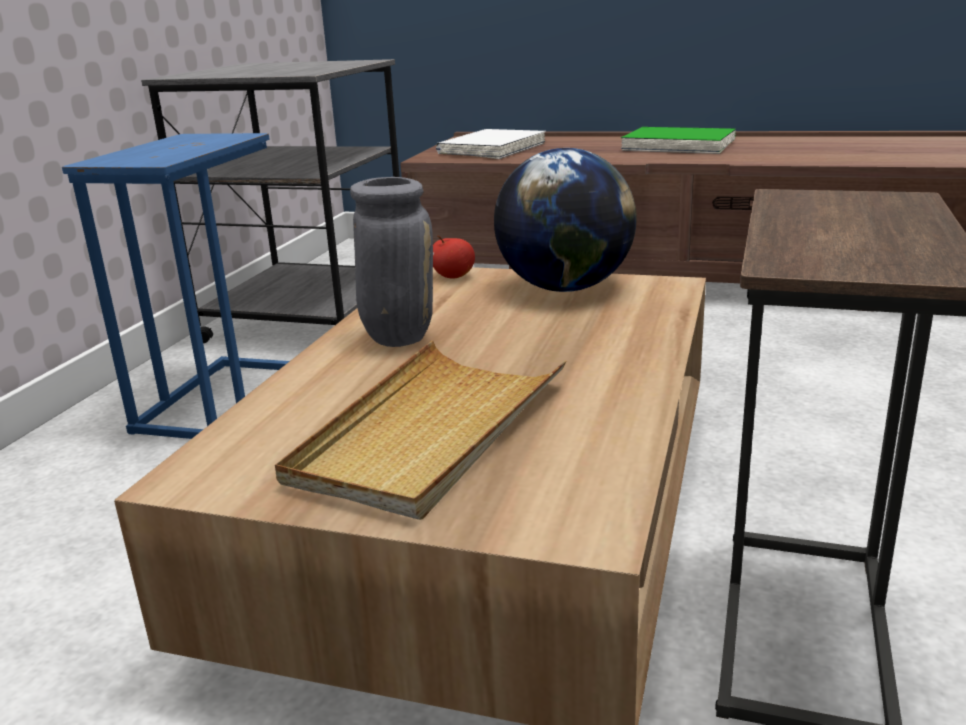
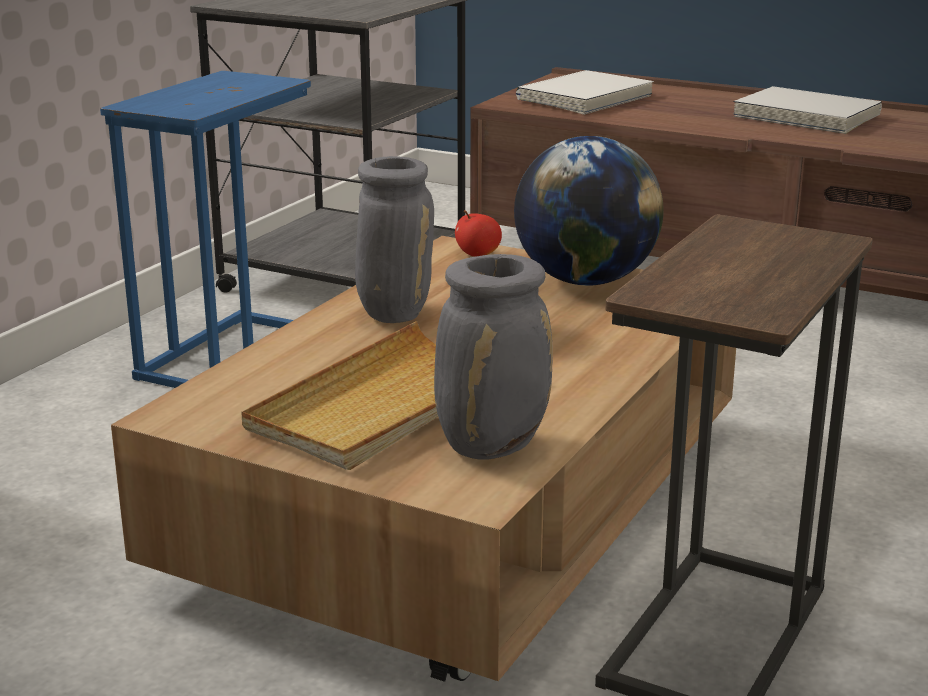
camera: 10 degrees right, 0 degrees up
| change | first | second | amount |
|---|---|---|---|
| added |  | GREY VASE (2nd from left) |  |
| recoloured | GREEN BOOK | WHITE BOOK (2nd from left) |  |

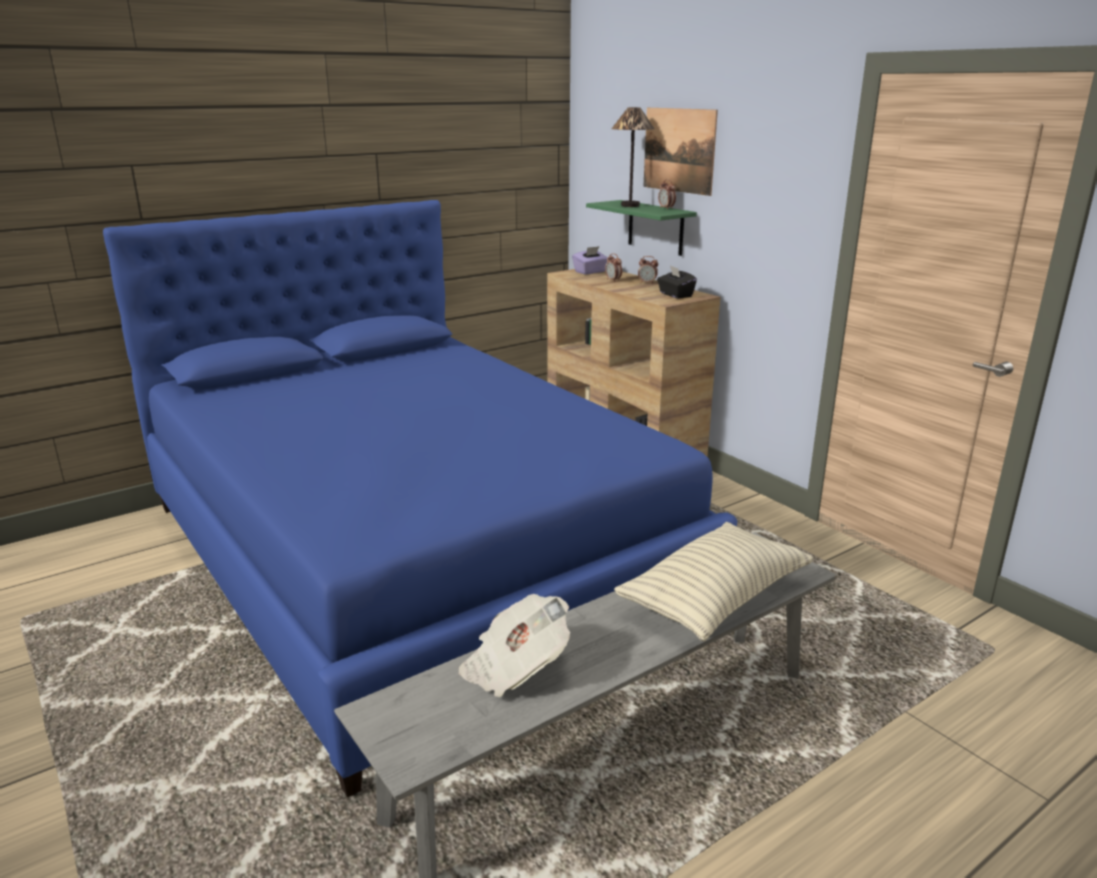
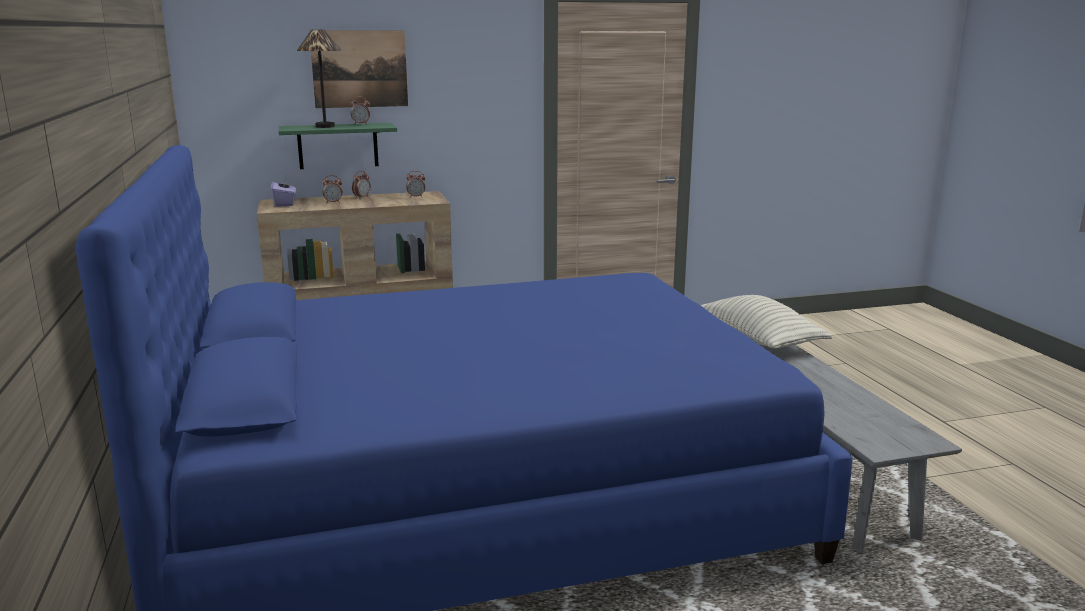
camera: 70 degrees left, 5 degrees down
| change | first | second | amount |
|---|---|---|---|
| removed | NEWSPAPER |  |  |
| replaced | BLACK TISSUE BOX | ALARM CLOCK (4th from left) |  |

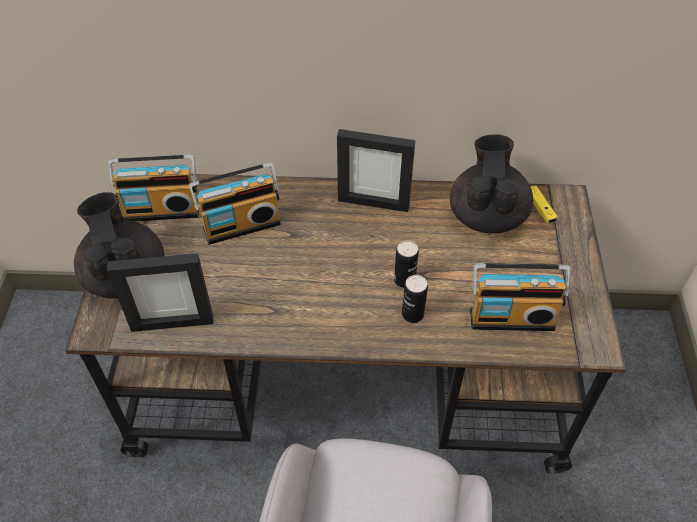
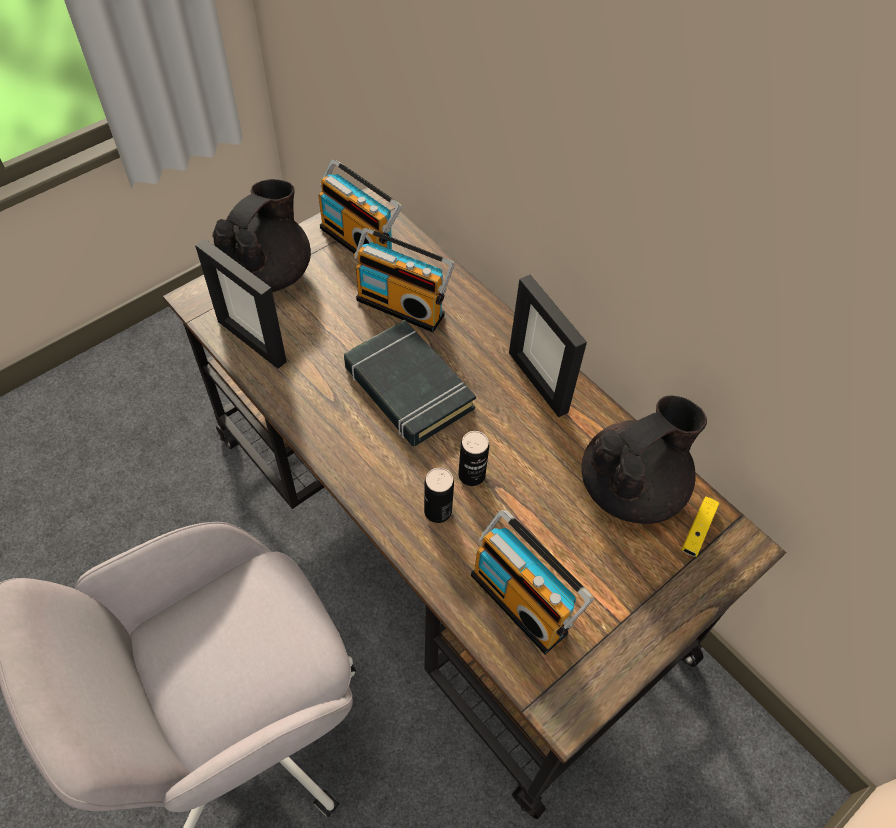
camera: 45 degrees right, 5 degrees up
| change | first | second | amount |
|---|---|---|---|
| added |  | BLACK BOOK |  |

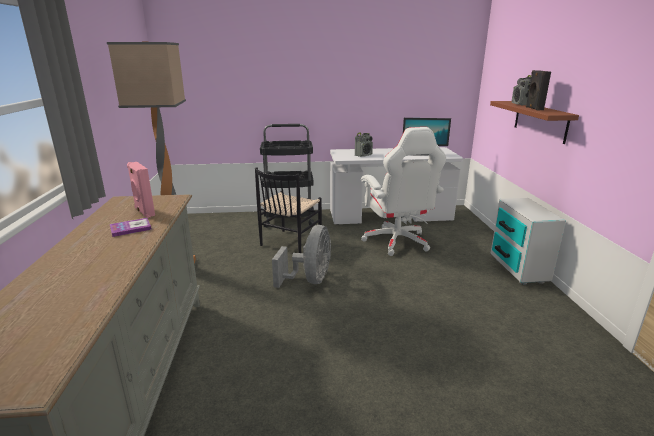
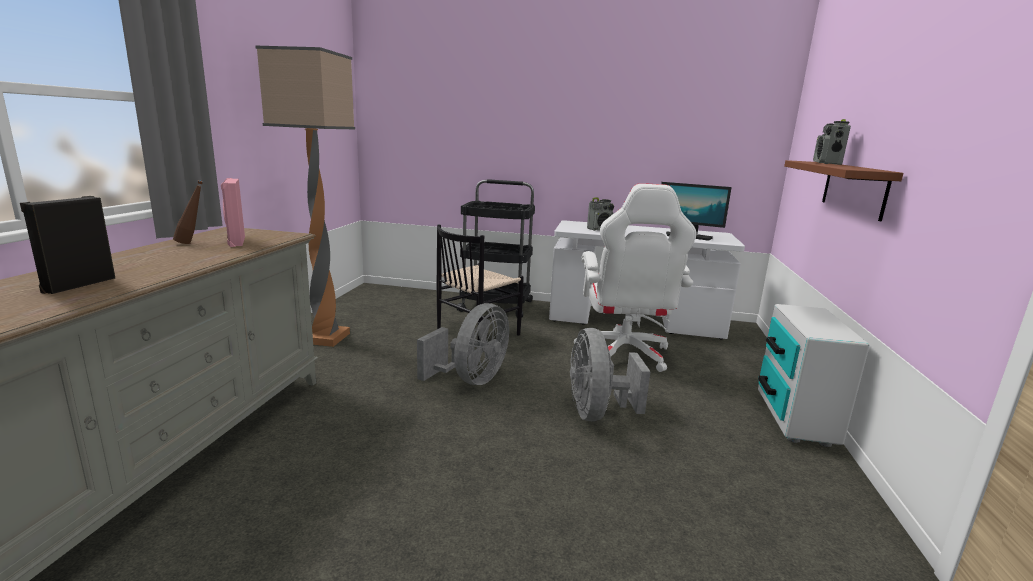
camera: 15 degrees right, 5 degrees down
| change | first | second | amount |
|---|---|---|---|
| removed | BOOK |  |  |
| added |  | BROWN BOTTLE |  |
| added |  | GREY FAN (2nd from left) |  |
| moved | BLACK SPEAKER |  |  |

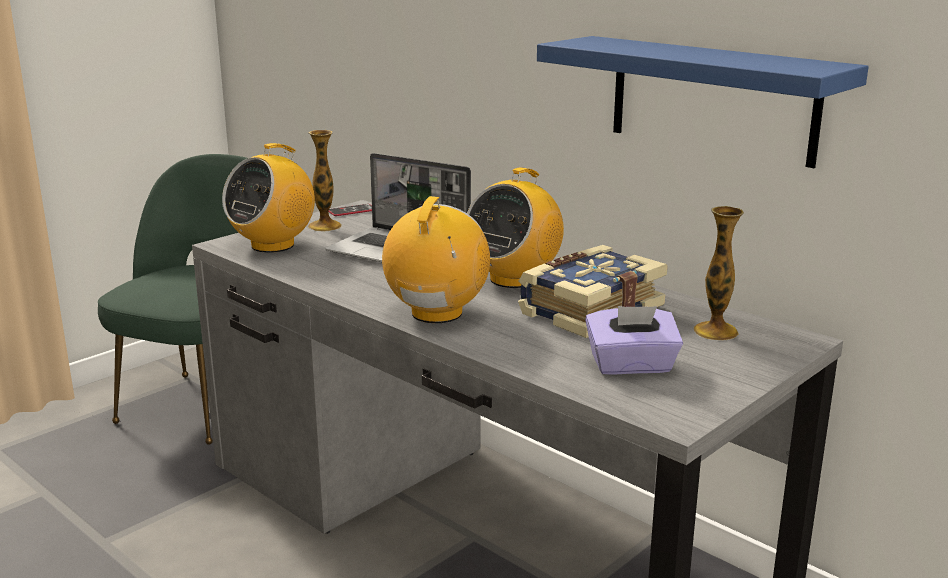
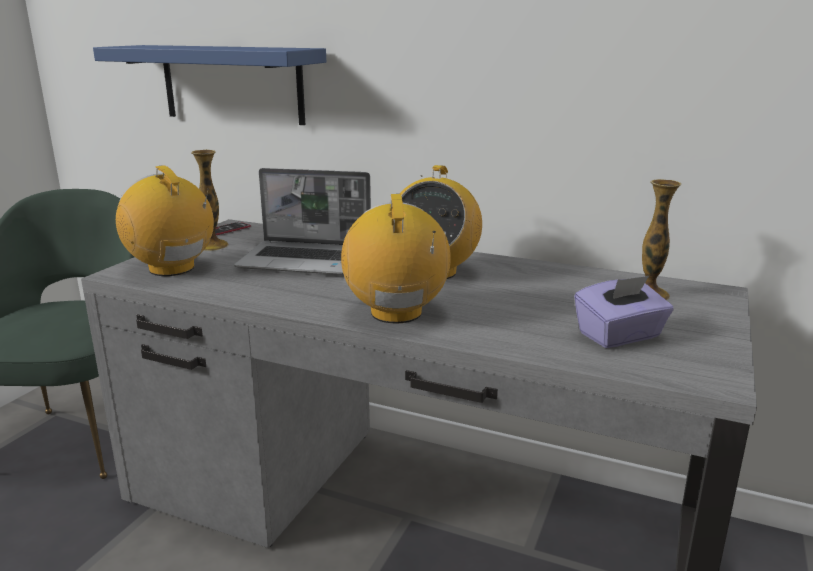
camera: 20 degrees left, 0 degrees up
| change | first | second | amount |
|---|---|---|---|
| removed | BOOK |  |  |
| moved | BLUE SHELF |  |  |
| turned | RADIO (1st from left) |  | 120 degrees clockwise |

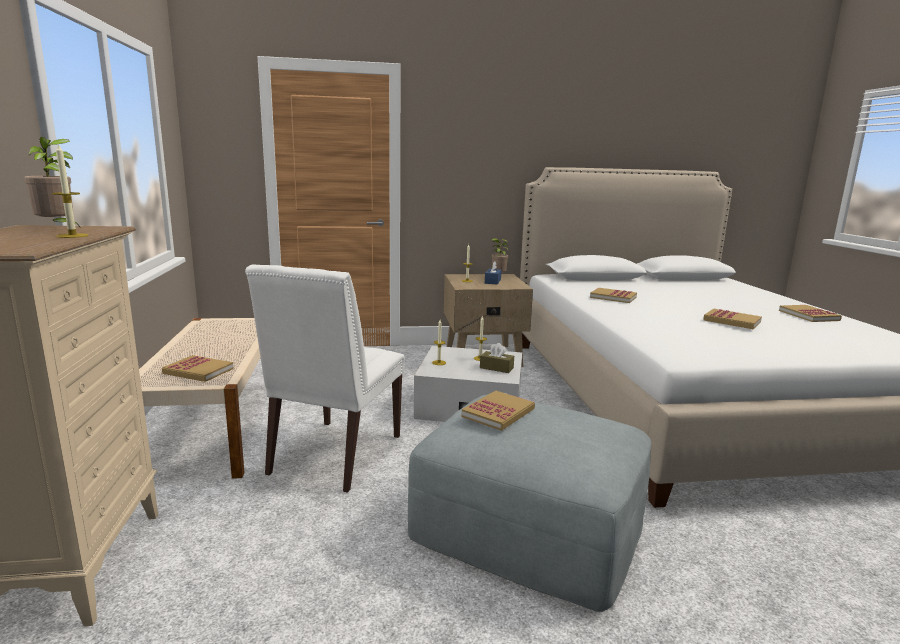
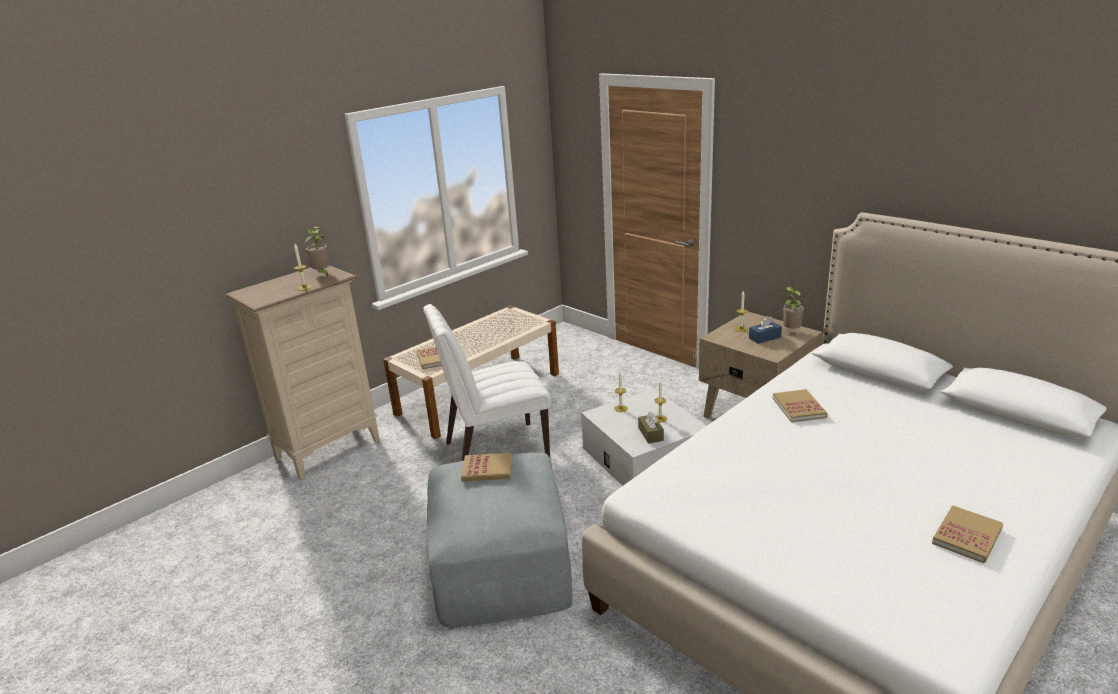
camera: 55 degrees right, 10 degrees up
| change | first | second | amount |
|---|---|---|---|
| removed | BOOK (4th from left) |  |  |

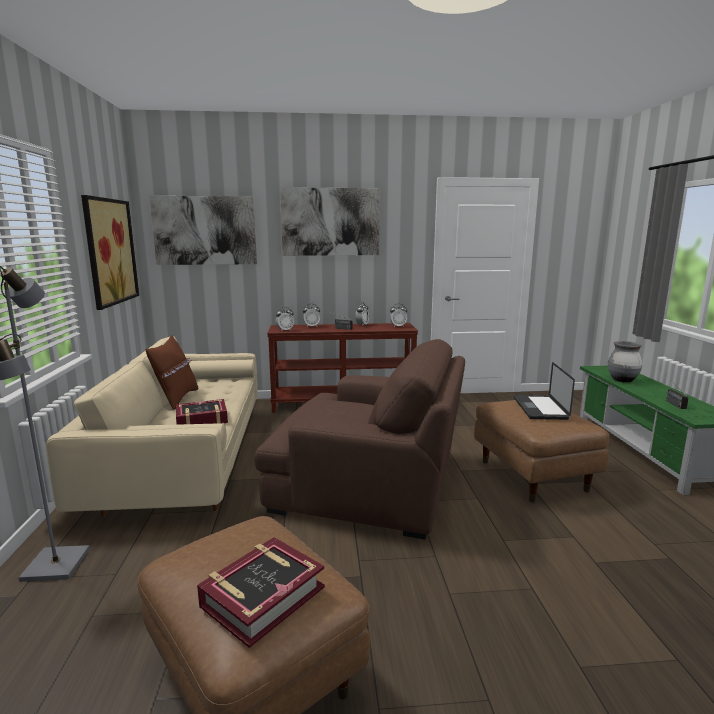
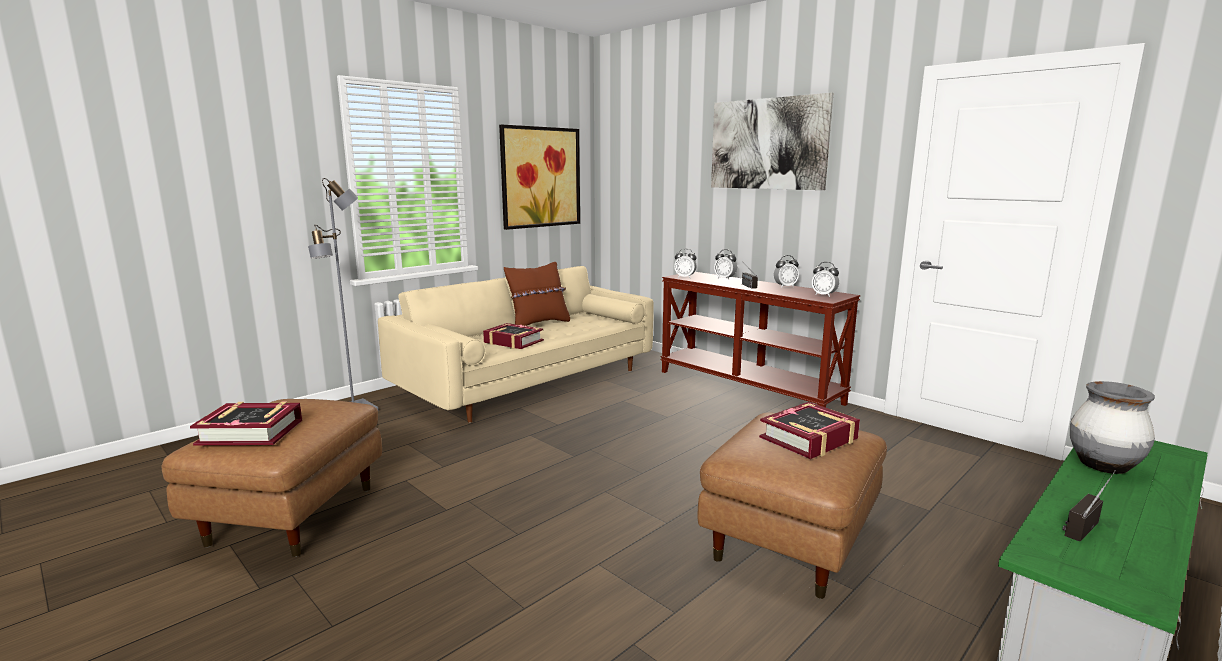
camera: 50 degrees right, 0 degrees up
| change | first | second | amount |
|---|---|---|---|
| removed | PICTURE (2nd from left) |  |  |
| removed | BROWN ARMCHAIR |  |  |
| replaced | LAPTOP | BOOK (3rd from left) |  |

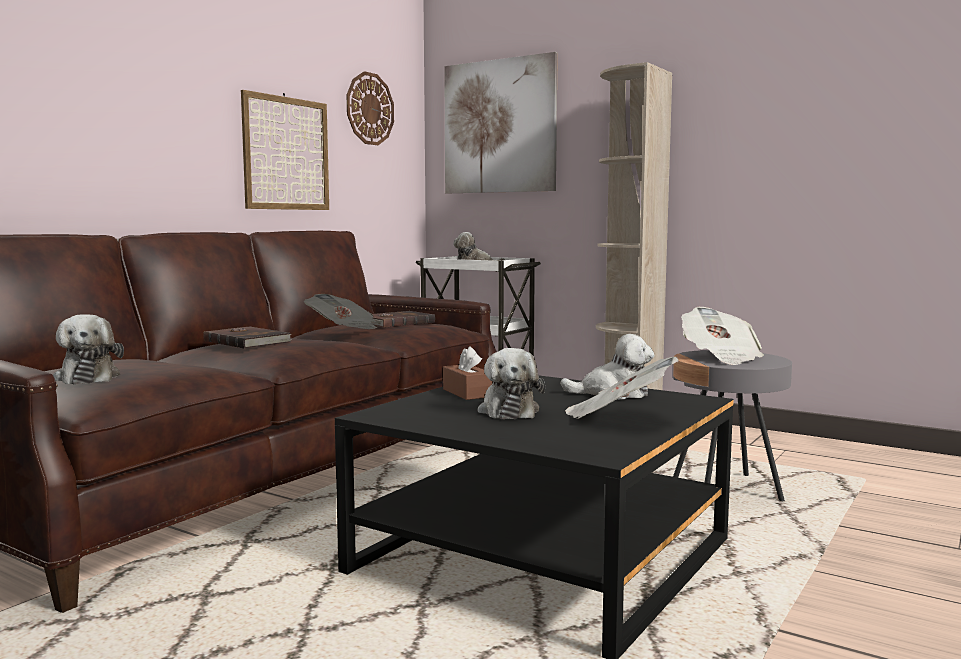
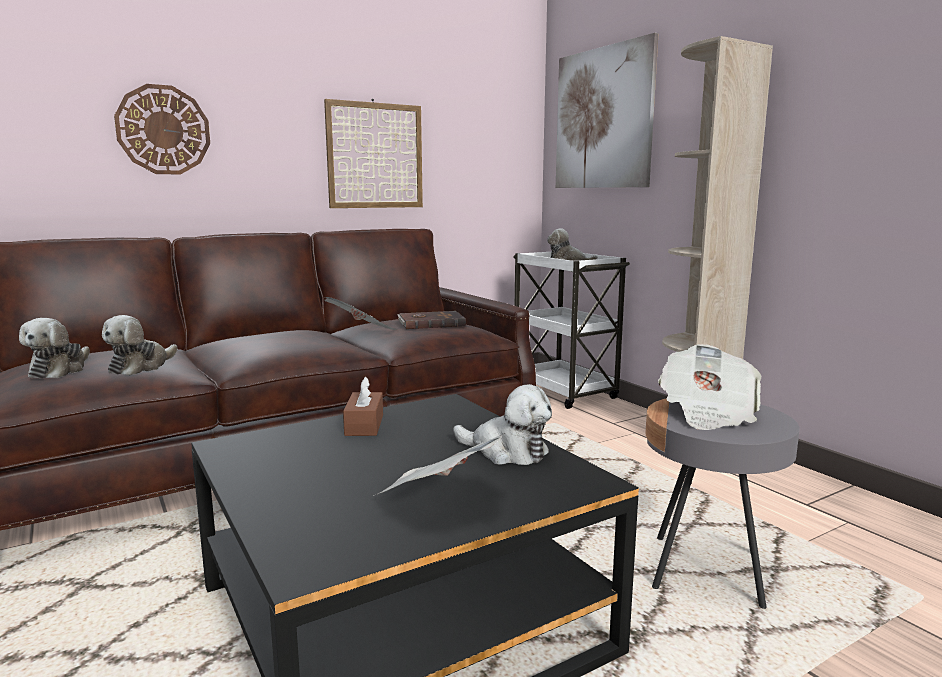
camera: 25 degrees right, 5 degrees up
| change | first | second | amount |
|---|---|---|---|
| removed | BROWN BOOK (1st from left) |  |  |
| moved | WALL CLOCK |  |  |
| moved | PLUSH TOY (3rd from left in the first image) | PLUSH TOY (2nd from left) |  |

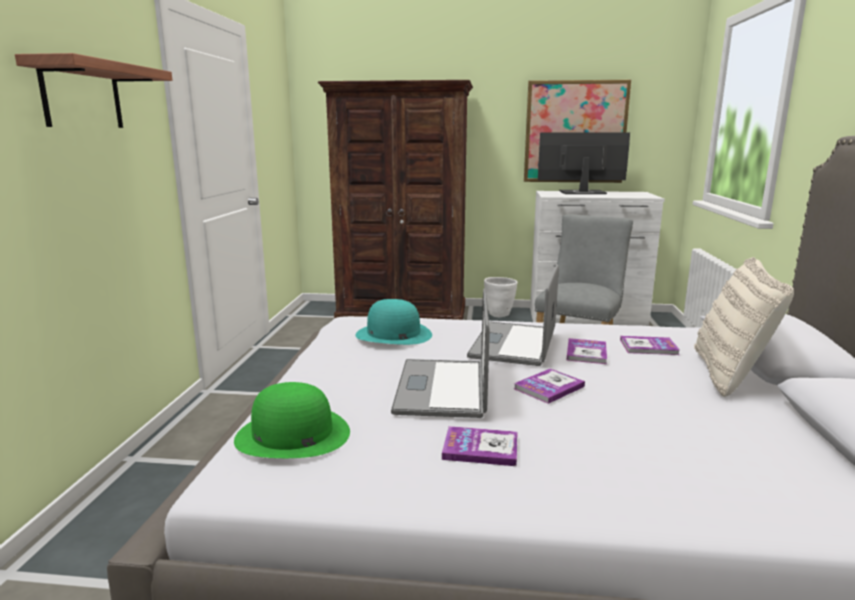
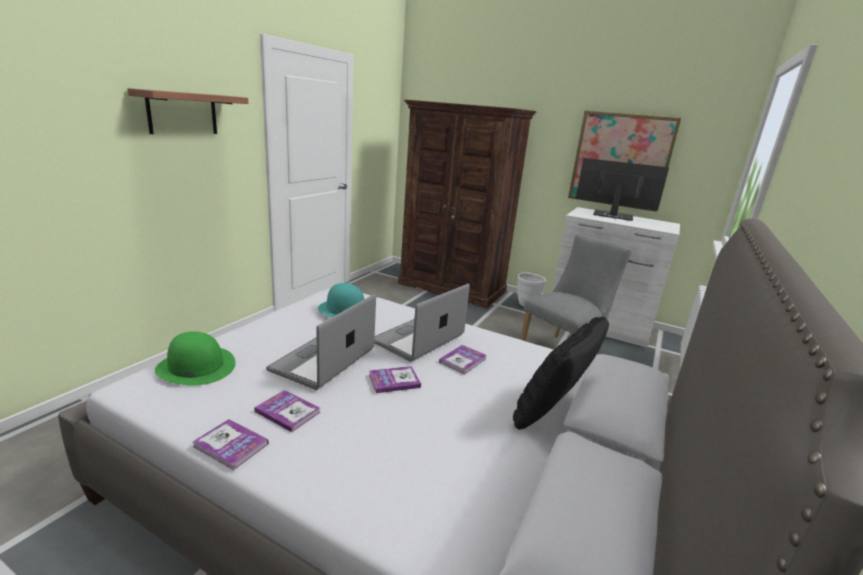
camera: 20 degrees right, 5 degrees up
| change | first | second | amount |
|---|---|---|---|
| moved | BOOK (4th from left in the first image) | BOOK (1st from left) |  |
| recoloured | BEIGE PILLOW | BLACK PILLOW |  |

